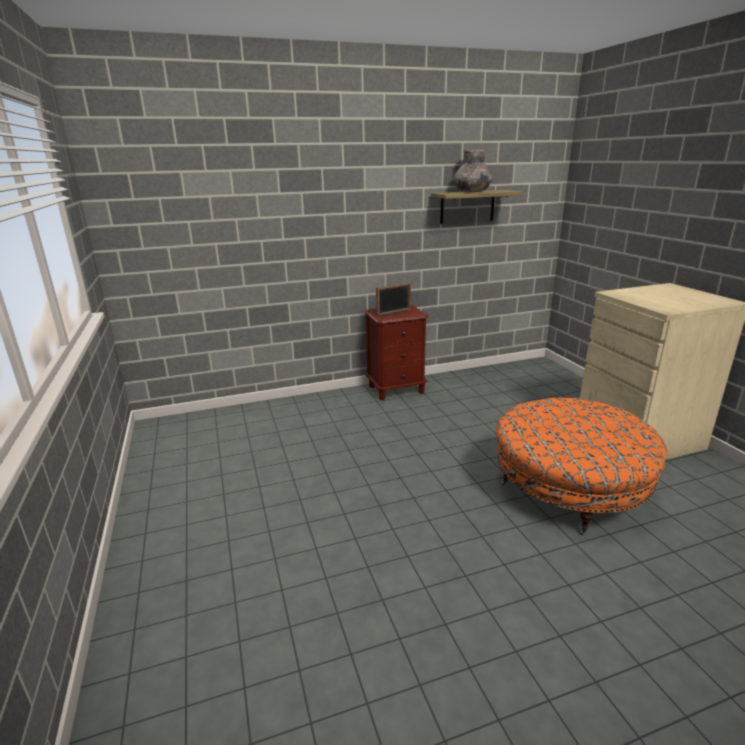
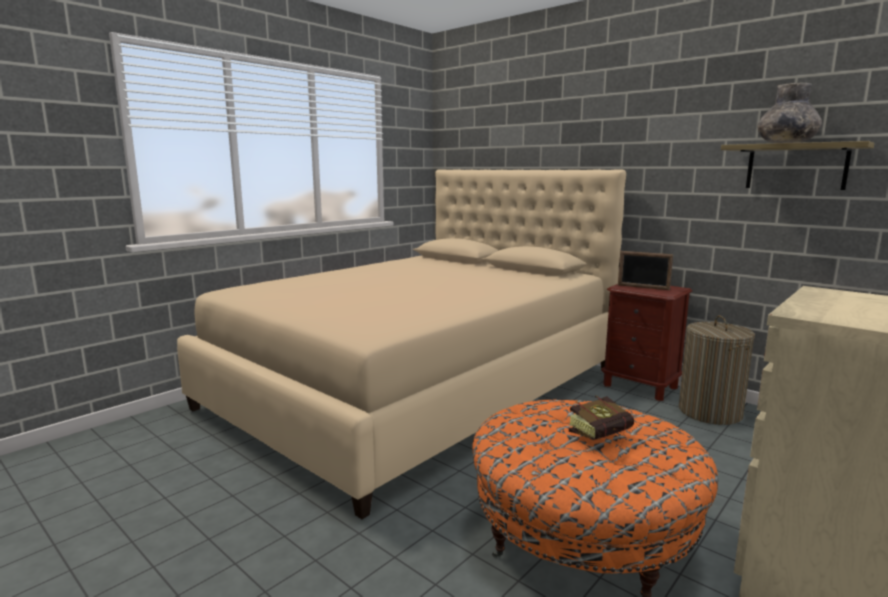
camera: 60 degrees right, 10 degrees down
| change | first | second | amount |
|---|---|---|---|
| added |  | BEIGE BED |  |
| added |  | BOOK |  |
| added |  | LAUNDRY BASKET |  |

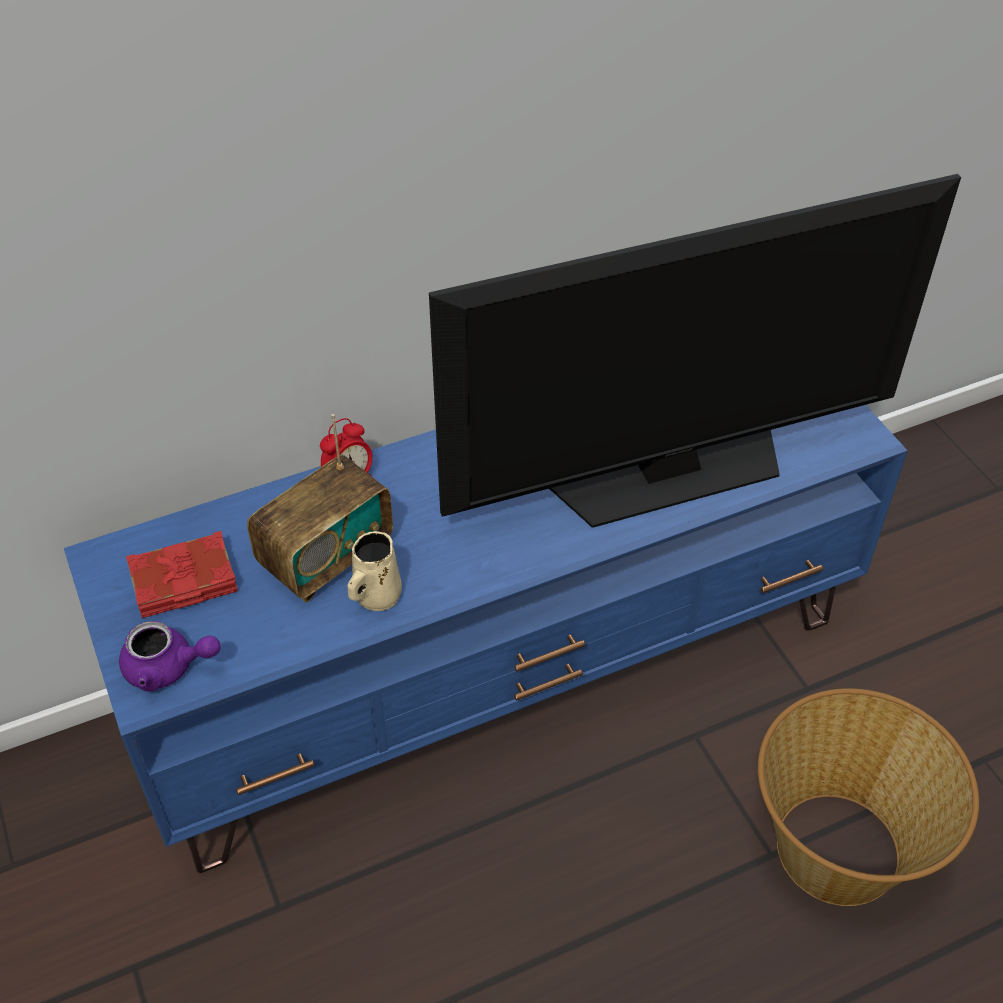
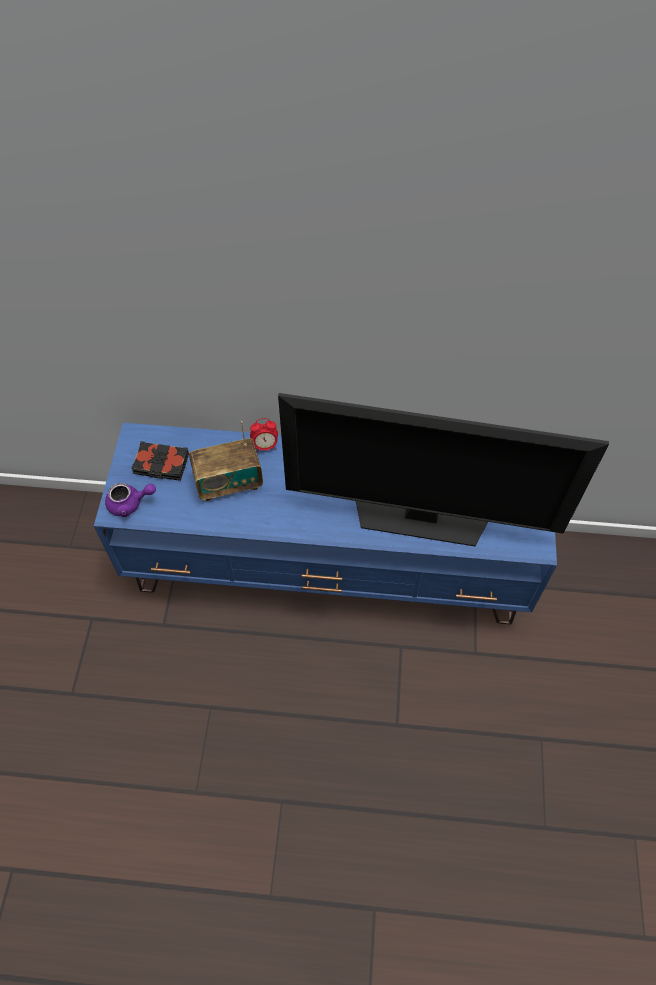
camera: 30 degrees right, 10 degrees up
| change | first | second | amount |
|---|---|---|---|
| removed | BEIGE MUG |  |  |
| removed | BASKET |  |  |
| recoloured | RED BOOK | BLACK BOOK |  |
| turned | PURPLE TEAPOT |  | 45 degrees counterclockwise |

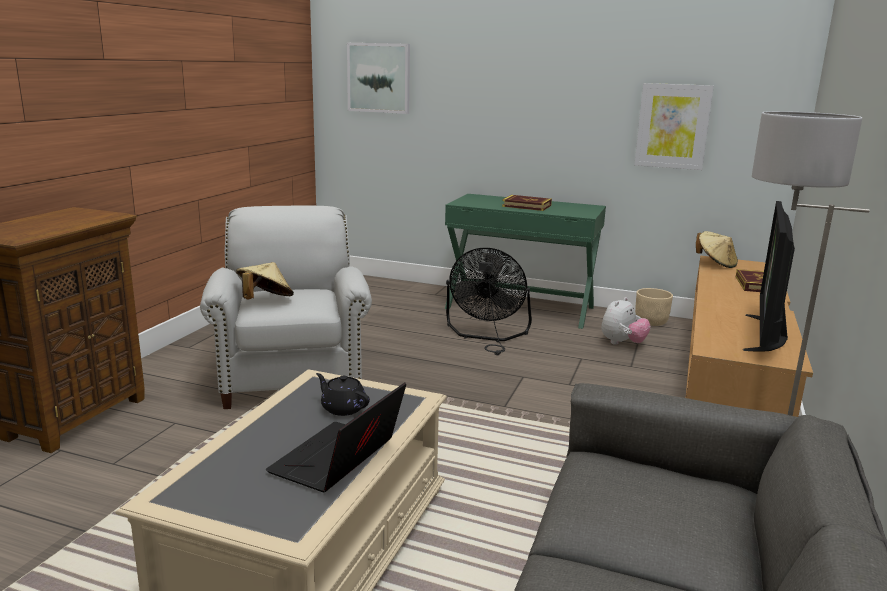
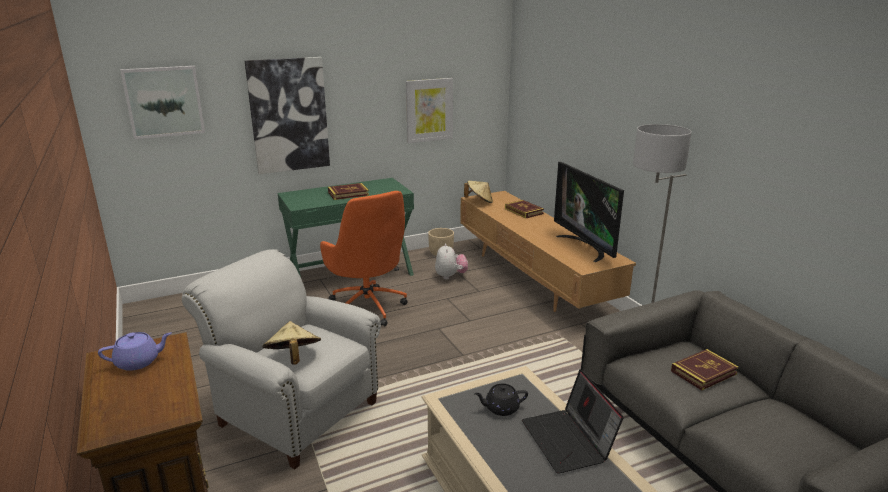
camera: 45 degrees left, 5 degrees up
| change | first | second | amount |
|---|---|---|---|
| added |  | PURPLE TEAPOT |  |
| added |  | PICTURE (2nd from left) |  |
| added |  | BOOK (3rd from left) |  |
| replaced | BLACK FAN | ORANGE OFFICE CHAIR |  |

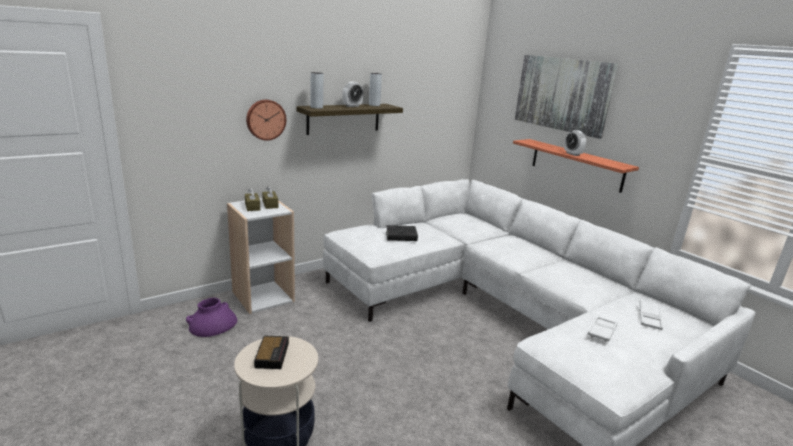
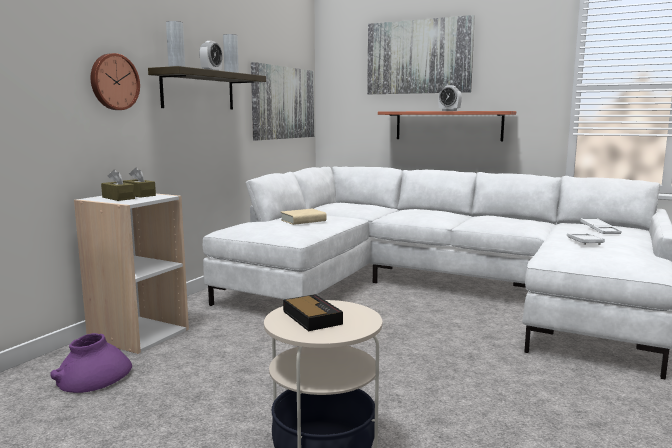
camera: 25 degrees left, 10 degrees down
| change | first | second | amount |
|---|---|---|---|
| added |  | PICTURE (1st from left) |  |
| recoloured | BLACK BOOK | BEIGE BOOK |  |

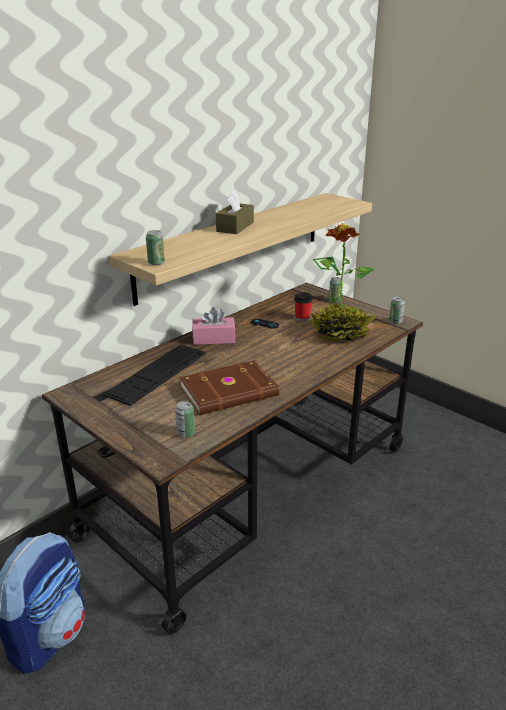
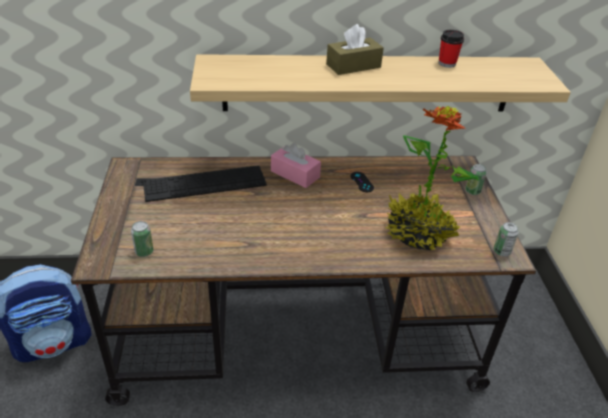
camera: 40 degrees right, 10 degrees up
| change | first | second | amount |
|---|---|---|---|
| removed | CAN (1st from left) |  |  |
| removed | BROWN BOOK |  |  |
| moved | CUP |  |  |

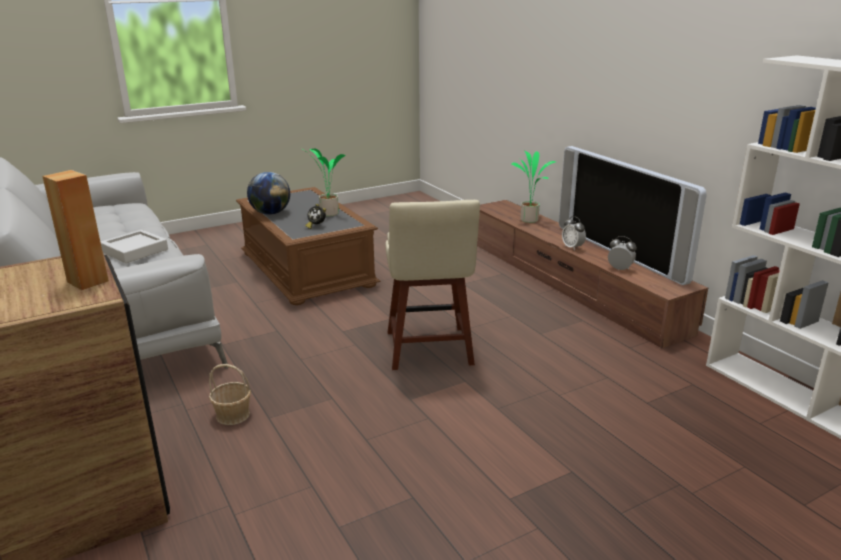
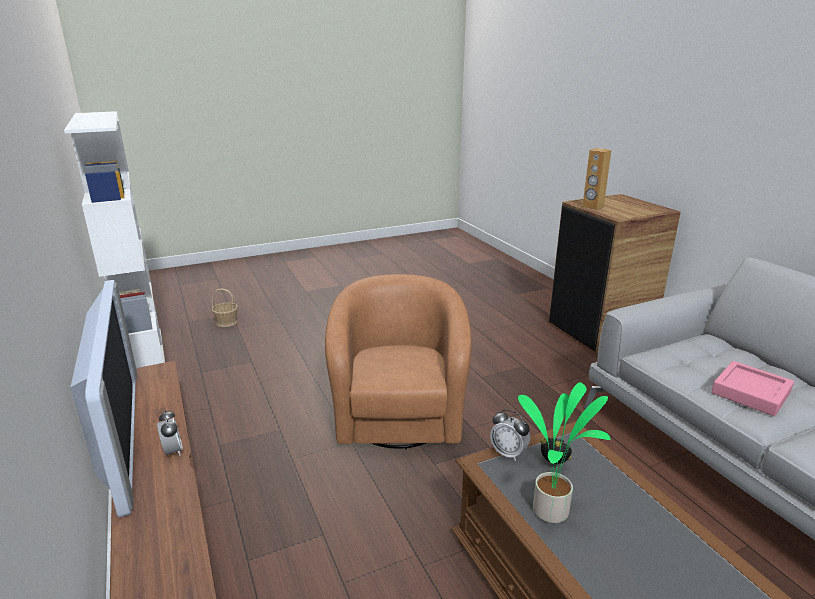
camera: 175 degrees left, 0 degrees up
| change | first | second | amount |
|---|---|---|---|
| removed | GLOBE |  |  |
| removed | POTTED PLANT (2nd from left) |  |  |
| moved | BASKET |  |  |
| moved | ALARM CLOCK (3rd from left in the first image) | ALARM CLOCK (2nd from left) |  |
| replaced | BEIGE STOOL | BROWN ARMCHAIR |  |
| recoloured | GREY TRAY | PINK TRAY |  |

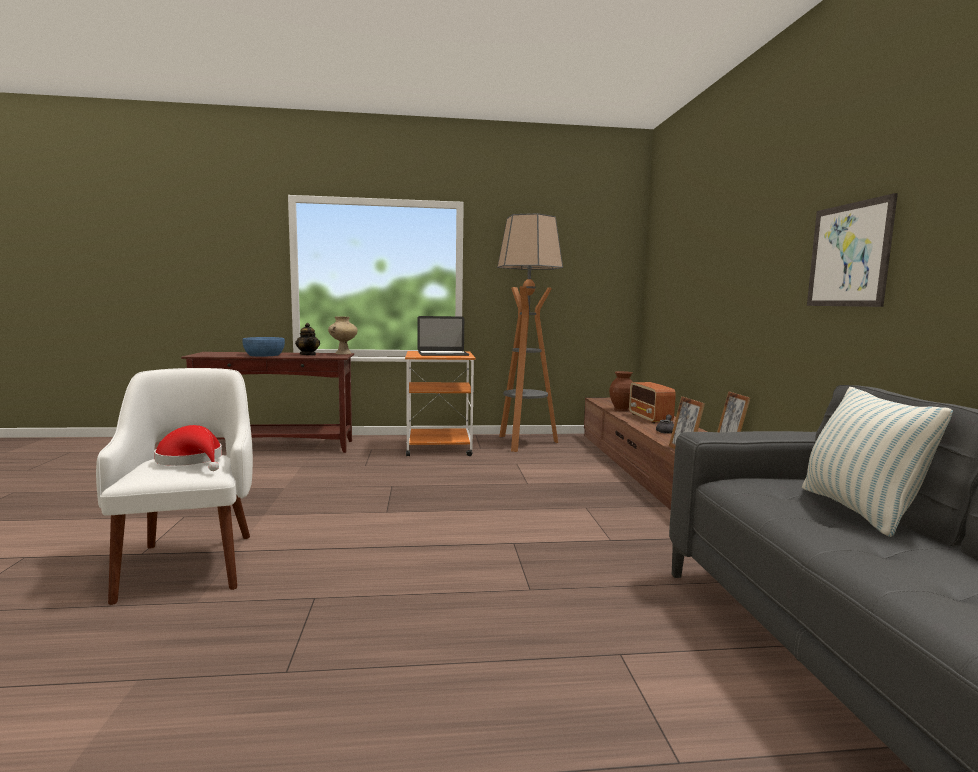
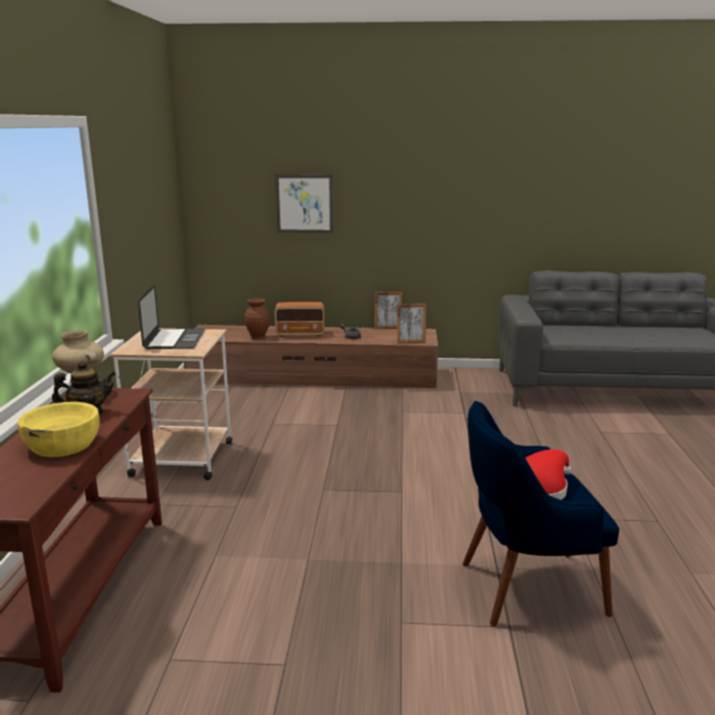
camera: 80 degrees left, 10 degrees up
| change | first | second | amount |
|---|---|---|---|
| removed | FLOOR LAMP |  |  |
| removed | PILLOW |  |  |
| moved | PICTURE |  |  |
| recoloured | WHITE ARMCHAIR | BLUE ARMCHAIR |  |
| recoloured | BLUE BOWL | YELLOW BOWL |  |
| recoloured | ORANGE CART | BEIGE CART |  |

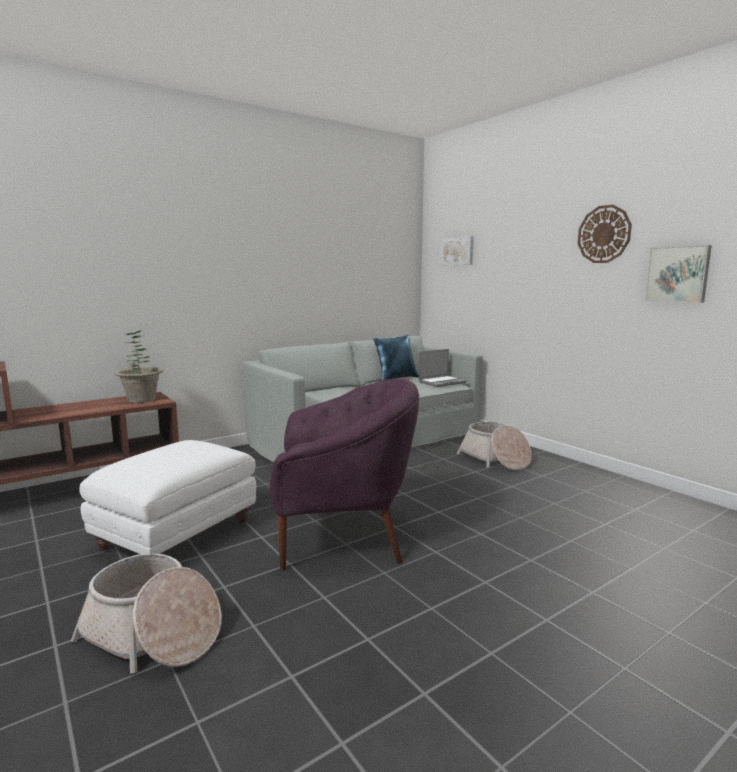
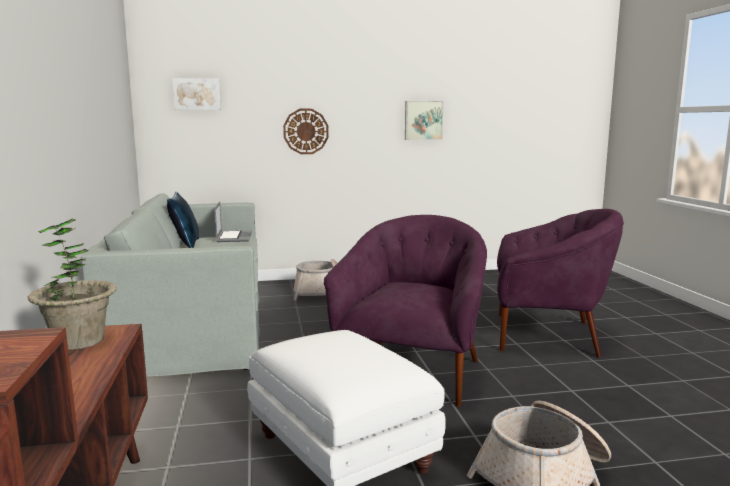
camera: 65 degrees left, 0 degrees up
| change | first | second | amount |
|---|---|---|---|
| added |  | PURPLE ARMCHAIR (2nd from left) |  |
| moved | WALL CLOCK |  |  |

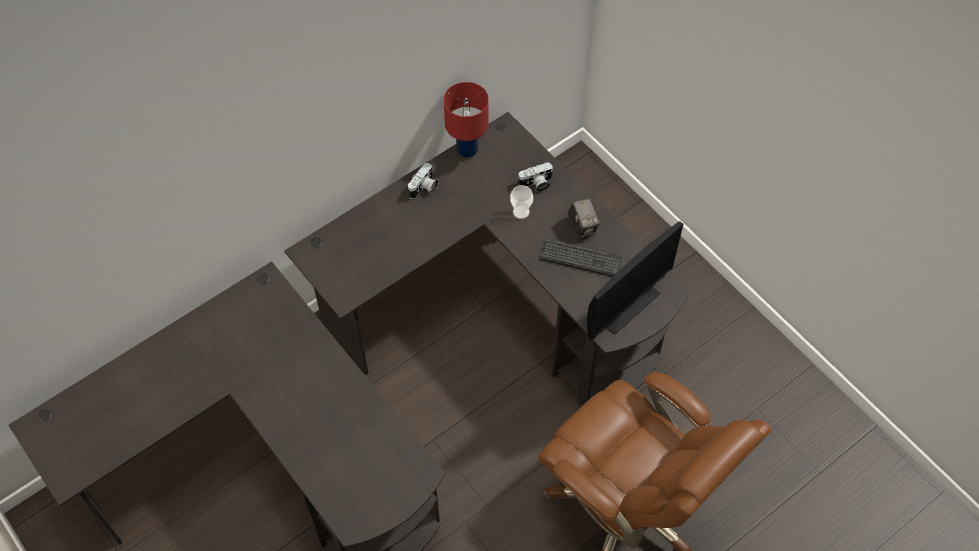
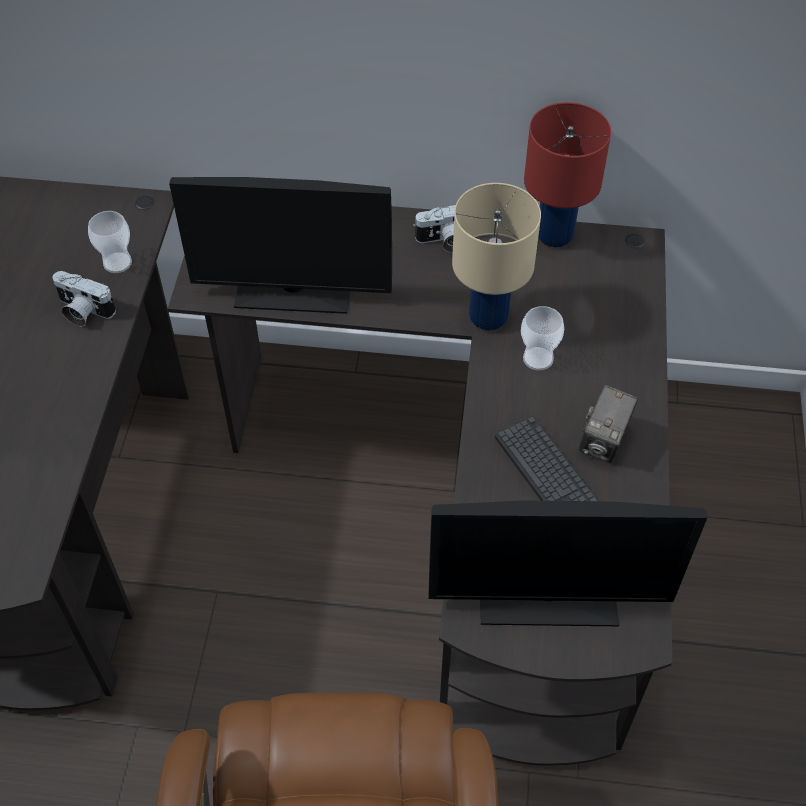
camera: 45 degrees right, 5 degrees down
| change | first | second | amount |
|---|---|---|---|
| added |  | CUP (1st from left) |  |
| added |  | MONITOR (1st from left) |  |
| added |  | BEIGE TABLE LAMP |  |
| moved | PHOTO CAMERA (2nd from left in the first image) | PHOTO CAMERA (1st from left) |  |

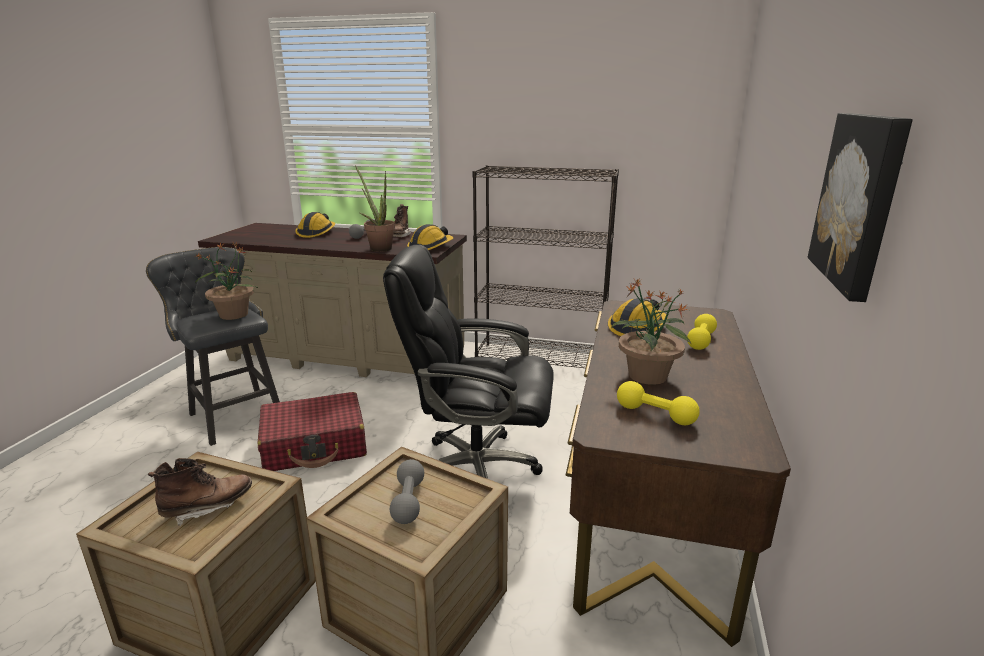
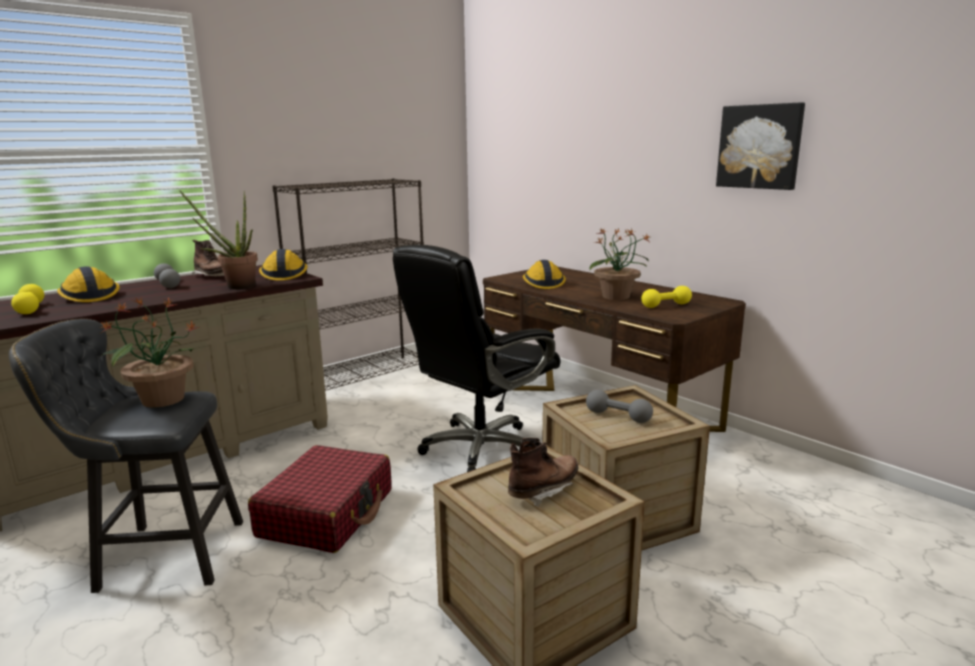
camera: 55 degrees left, 5 degrees down
| change | first | second | amount |
|---|---|---|---|
| moved | YELLOW DUMBBELL (2nd from left in the first image) | YELLOW DUMBBELL (1st from left) |  |
| turned | BROWN BOOT (1st from left in the first image) | BROWN BOOT (2nd from left) | 45 degrees clockwise |

